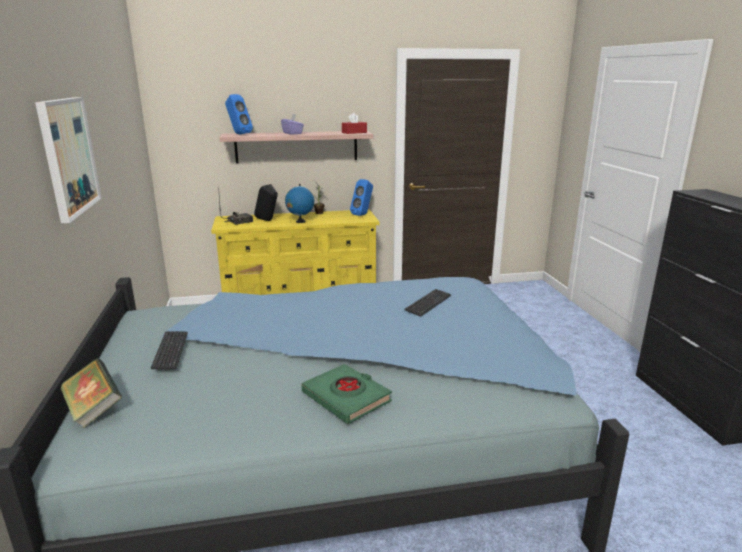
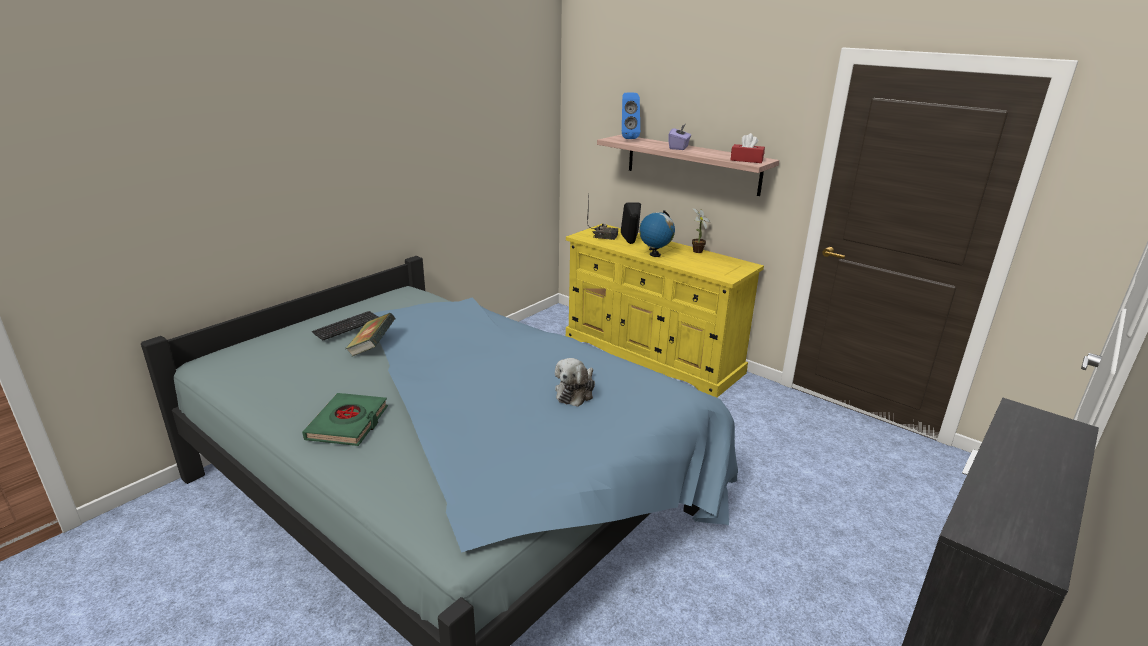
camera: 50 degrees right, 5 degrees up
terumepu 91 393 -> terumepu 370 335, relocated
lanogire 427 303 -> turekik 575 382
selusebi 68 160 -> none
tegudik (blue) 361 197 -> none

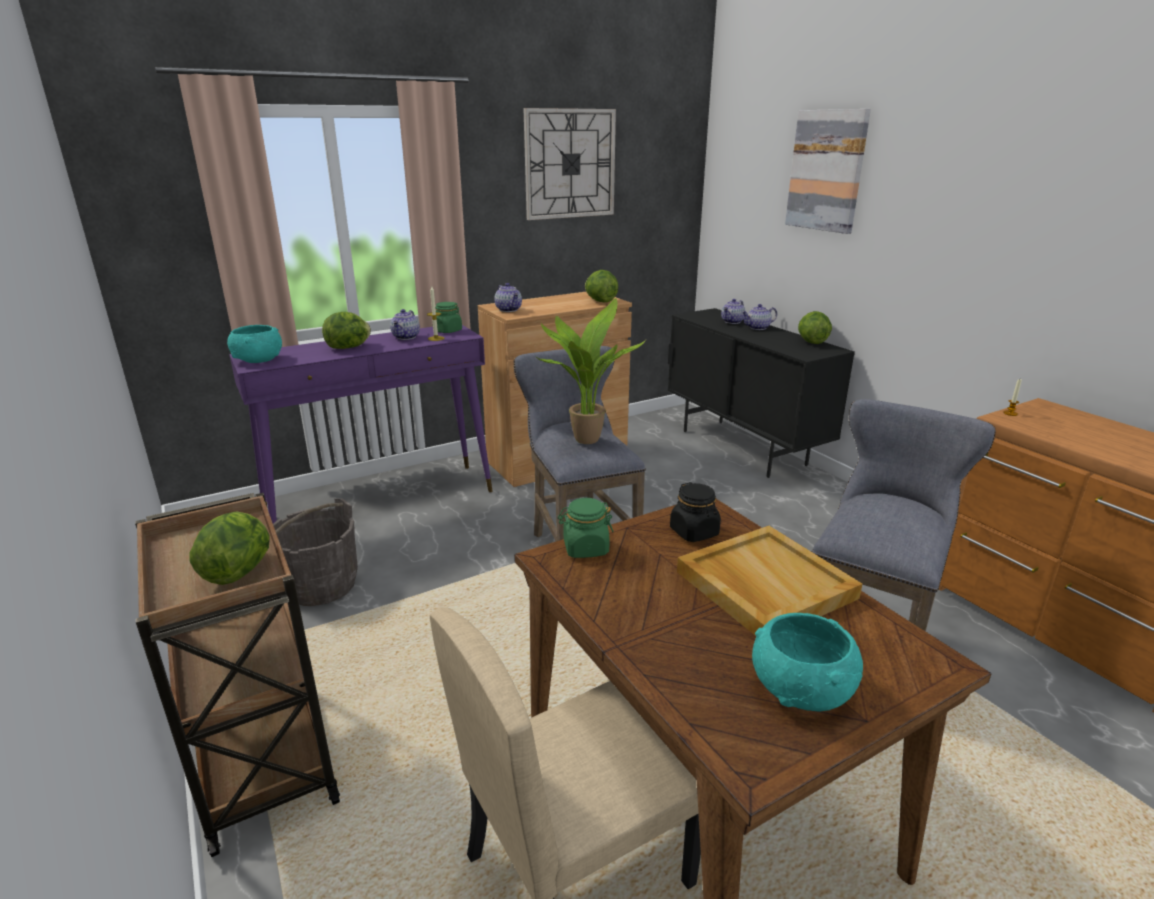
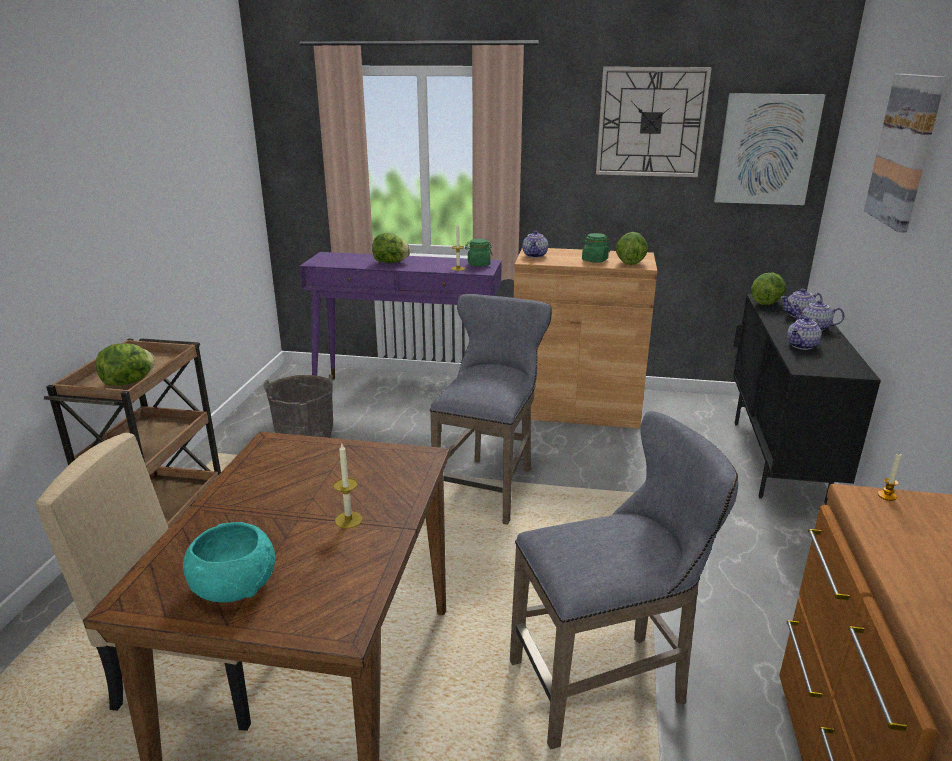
camera: 40 degrees right, 0 degrees up
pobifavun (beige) 769 581 -> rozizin 348 486
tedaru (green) 586 528 -> tedaru (green) 596 248, relocated
none -> selusebi 769 149
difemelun 815 327 -> difemelun 768 288, relocated
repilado 405 324 -> repilado 804 333, relocated
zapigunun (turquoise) 254 344 -> none
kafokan 590 371 -> none
tedaru (black) 695 512 -> none

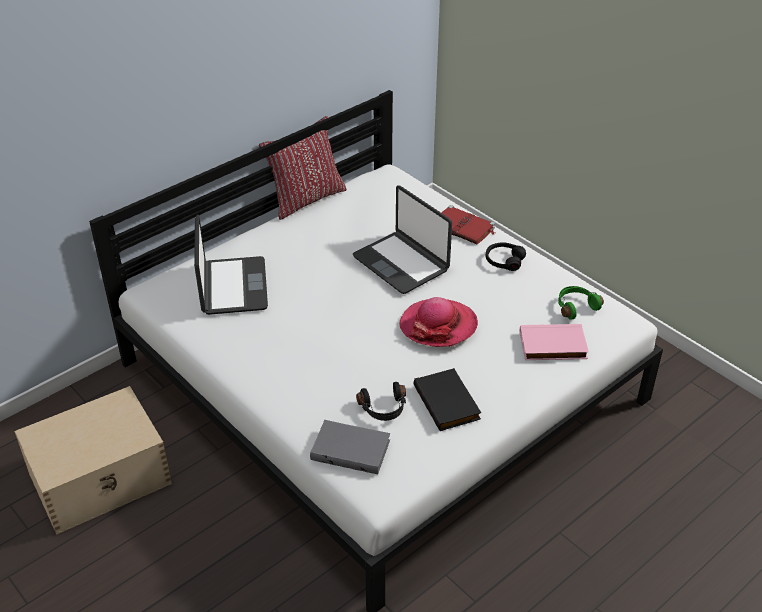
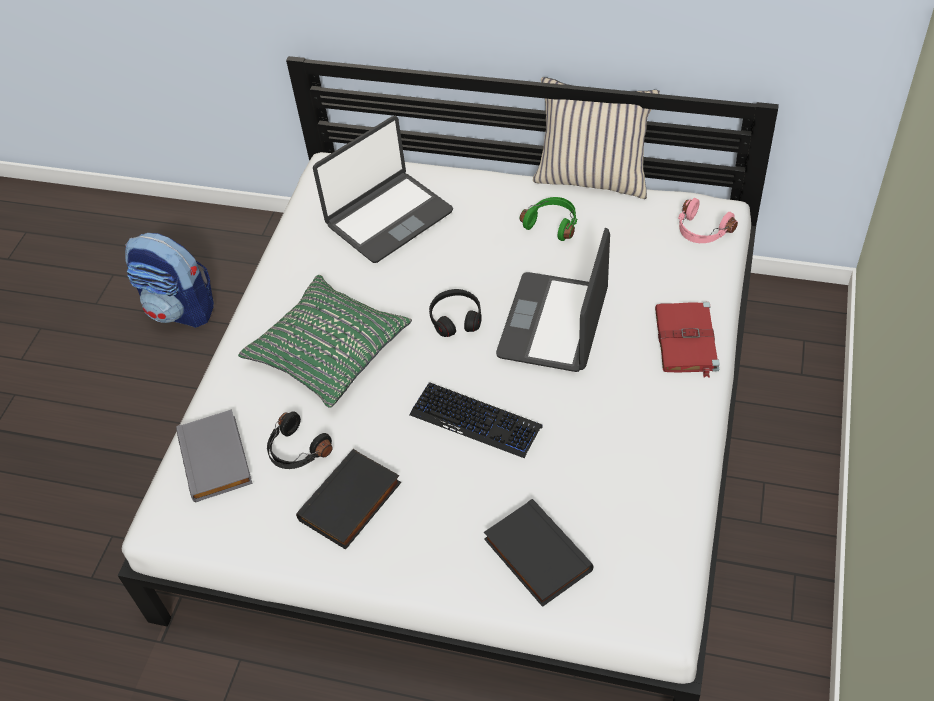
camera: 60 degrees right, 10 degrees up
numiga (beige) 93 460 -> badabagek 169 280
none -> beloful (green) 325 341
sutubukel 438 322 -> lanogire 476 420
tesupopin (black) 506 256 -> tesupopin (black) 455 313, relocated
terumepu (pink) 554 342 -> terumepu (black) 538 553
tesupopin (green) 581 303 -> tesupopin (green) 549 219, relocated
beloful (red) 303 168 -> beloful (beige) 596 138
none -> tesupopin (pink) 708 220

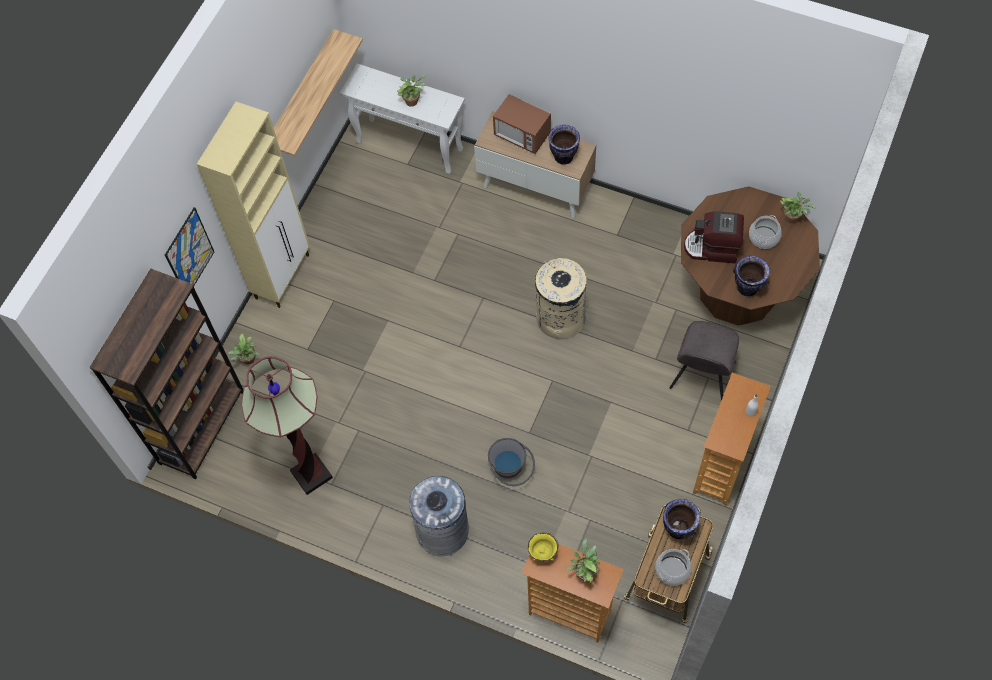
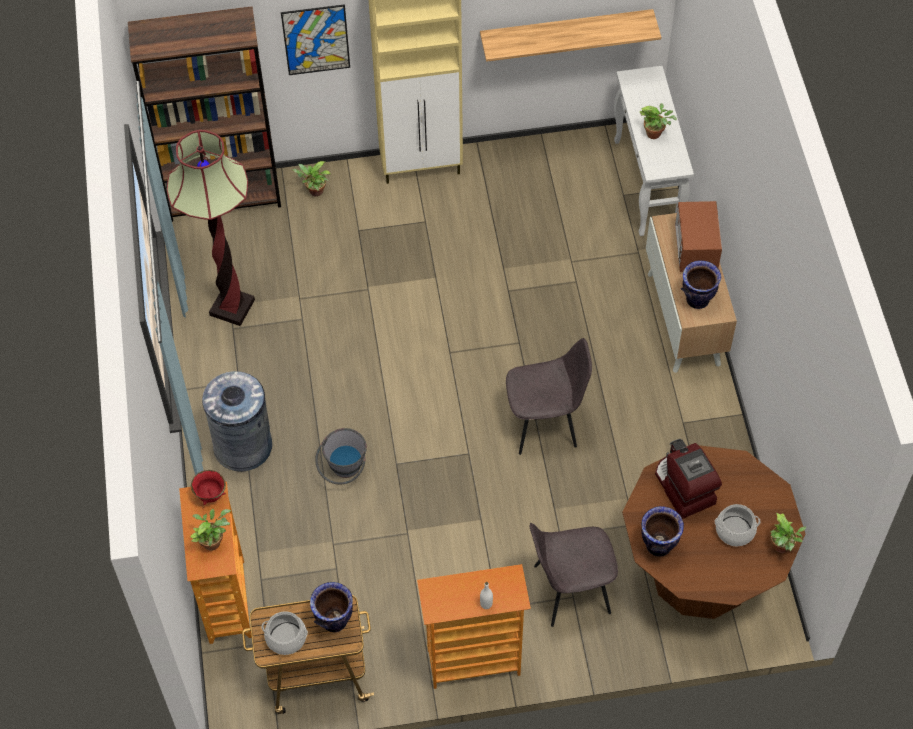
camera: 55 degrees right, 5 degrees down
zapigunun (yellow) 543 547 -> zapigunun (red) 208 487
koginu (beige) 561 298 -> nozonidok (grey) 549 396

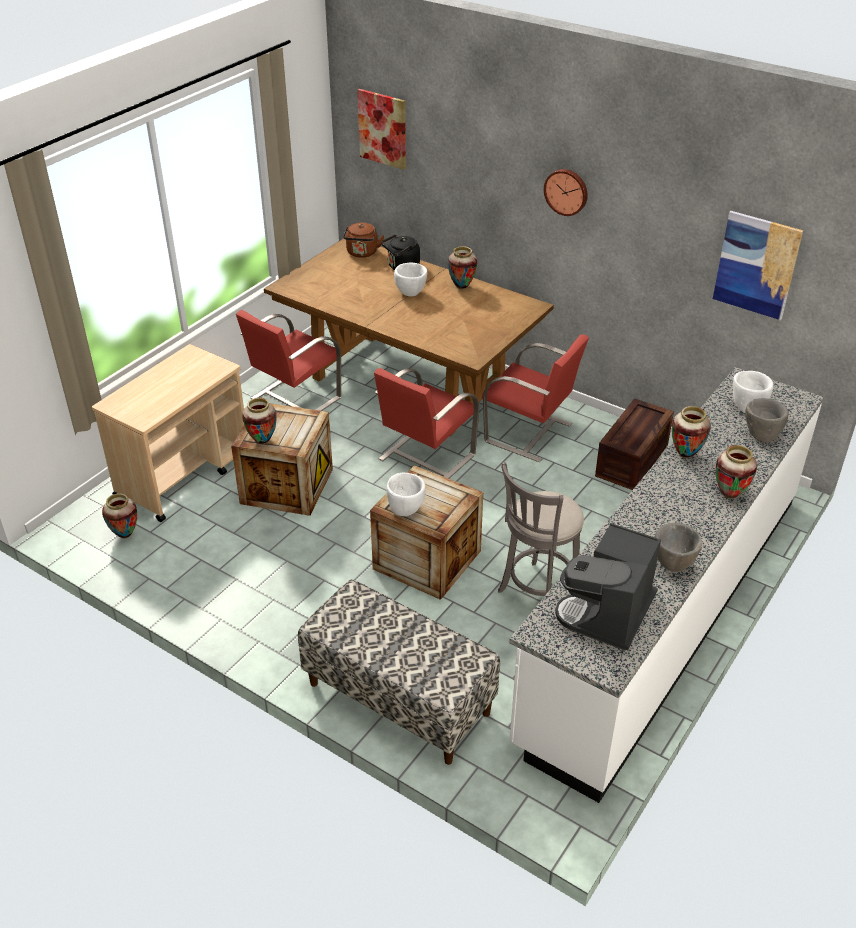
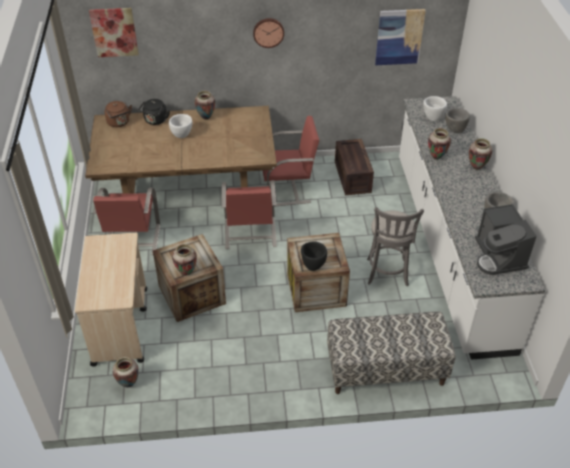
camera: 40 degrees left, 5 degrees up
zapigunun (white) 406 494 -> zapigunun (black) 314 256

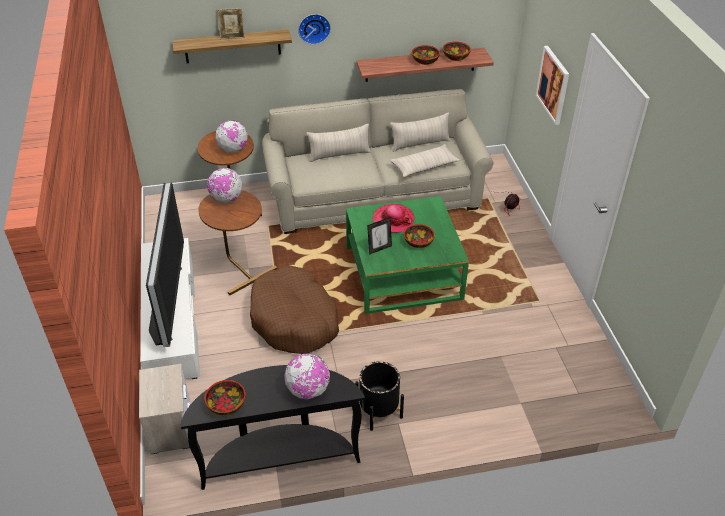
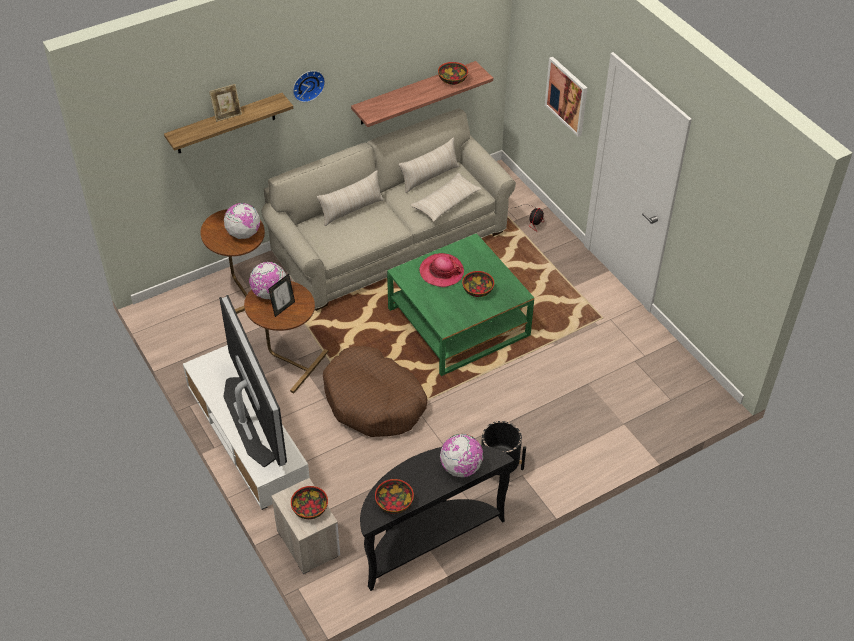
camera: 20 degrees left, 5 degrees up
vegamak 379 236 -> vegamak 281 295, relocated
zapigunun 426 55 -> zapigunun 309 502, relocated

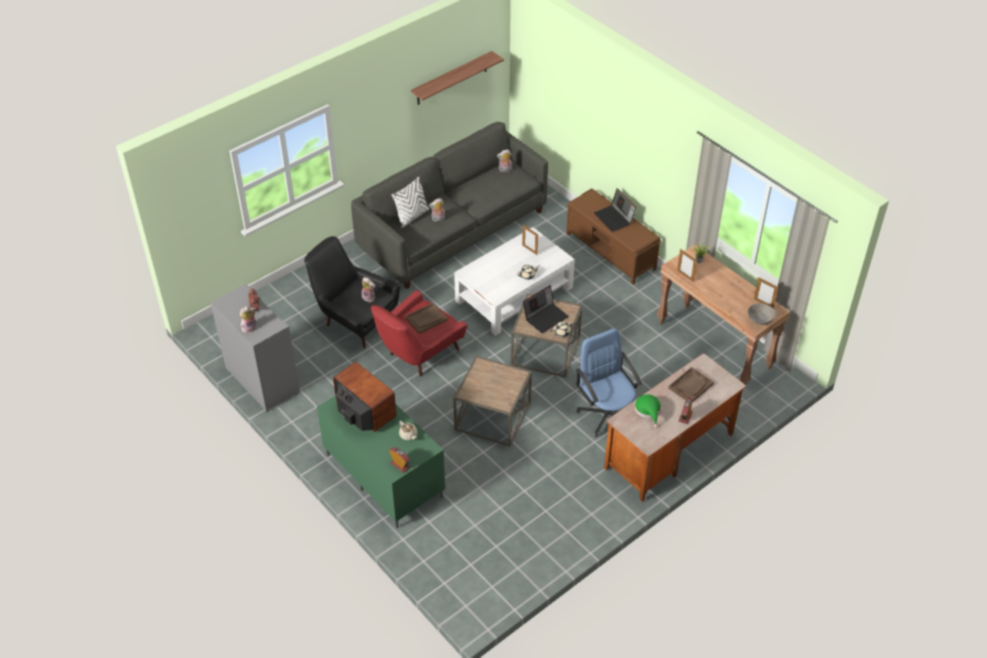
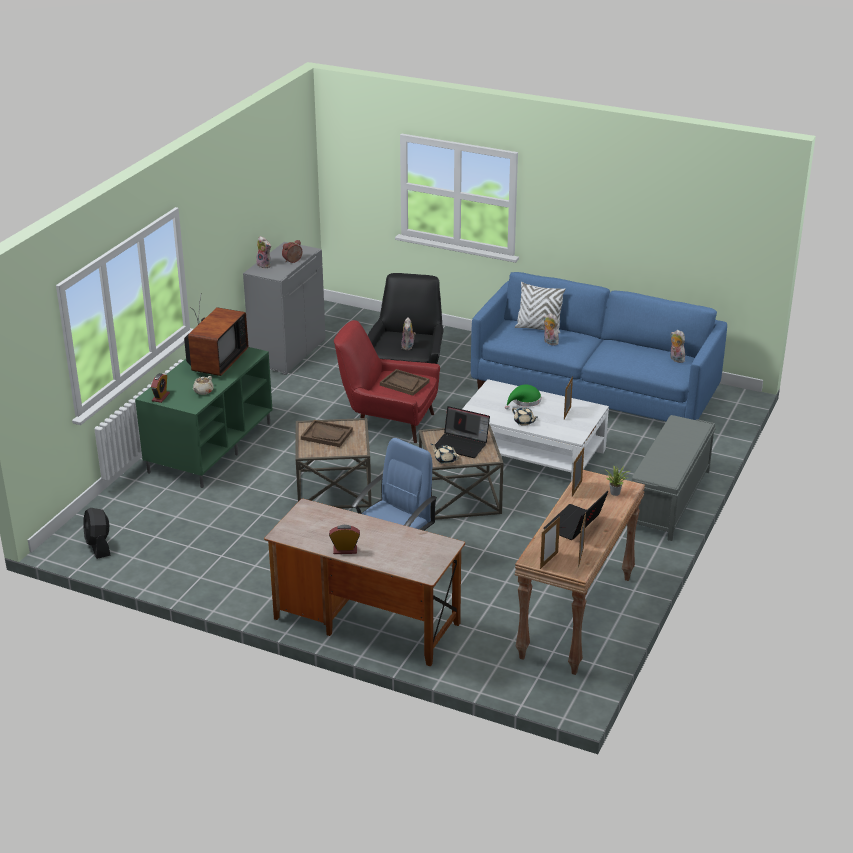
camera: 65 degrees right, 15 degrees down
none -> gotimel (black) 96 533
pobifavun (brown) 691 384 -> pobifavun (brown) 327 433, relocated
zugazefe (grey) 449 205 -> zugazefe (blue) 599 346
sutubukel (green) 647 411 -> sutubukel (green) 523 397, relocated
zapigunun (grey) 762 314 -> vegamak 550 542
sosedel 615 210 -> sosedel 575 515, relocated
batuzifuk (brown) 613 236 -> batuzifuk (grey) 674 478
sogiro 457 78 -> none

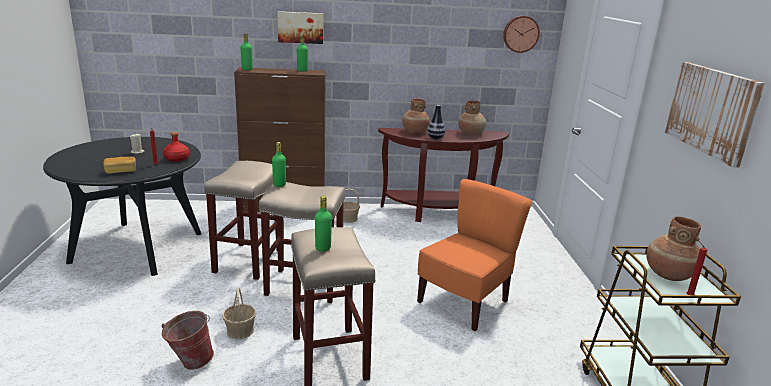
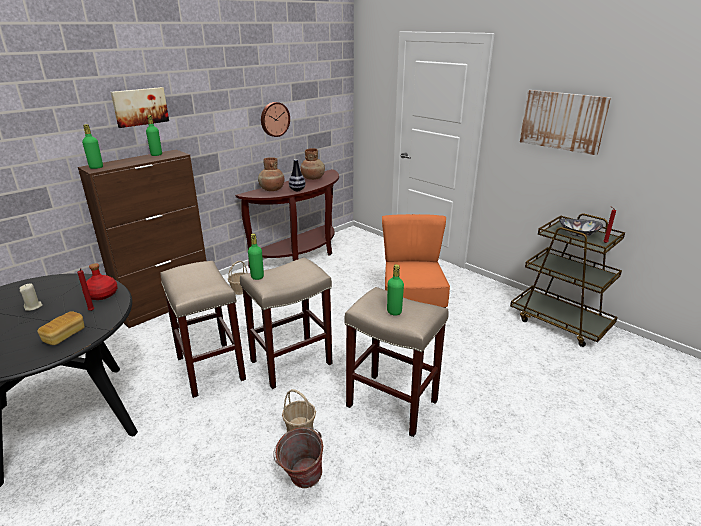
camera: 40 degrees left, 5 degrees up
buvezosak 521 34 -> buvezosak 275 119, relocated
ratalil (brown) 673 249 -> zapigunun 581 228

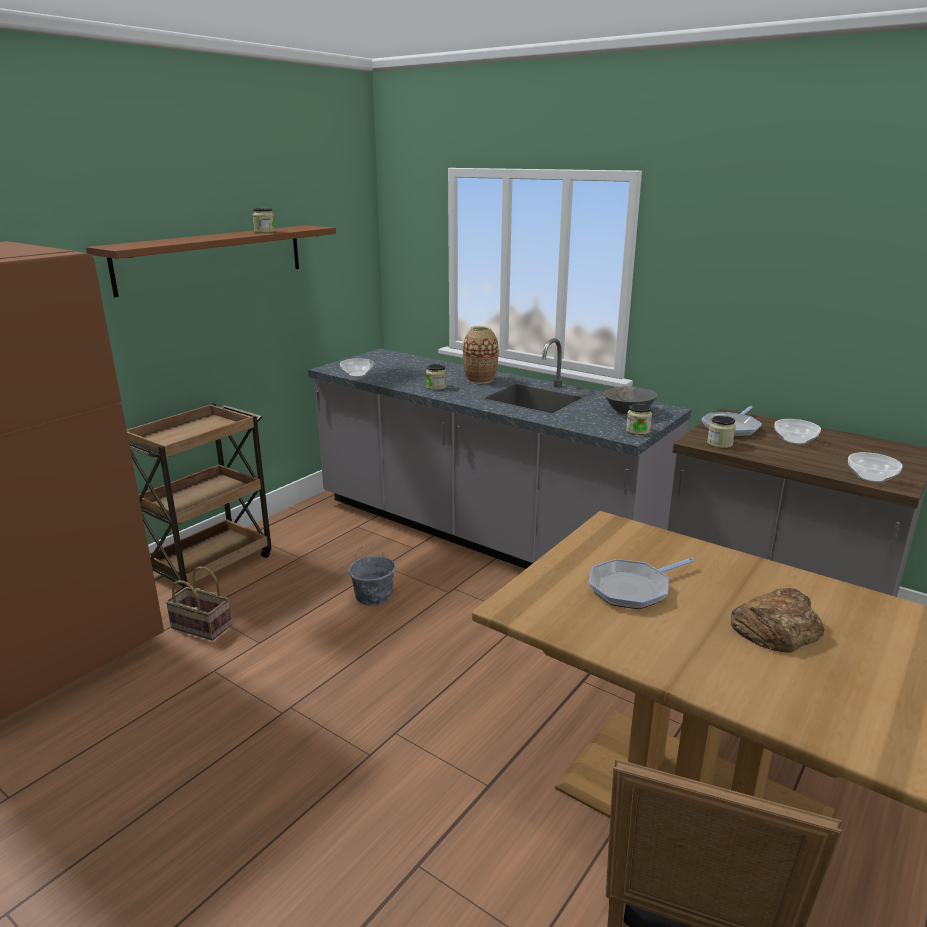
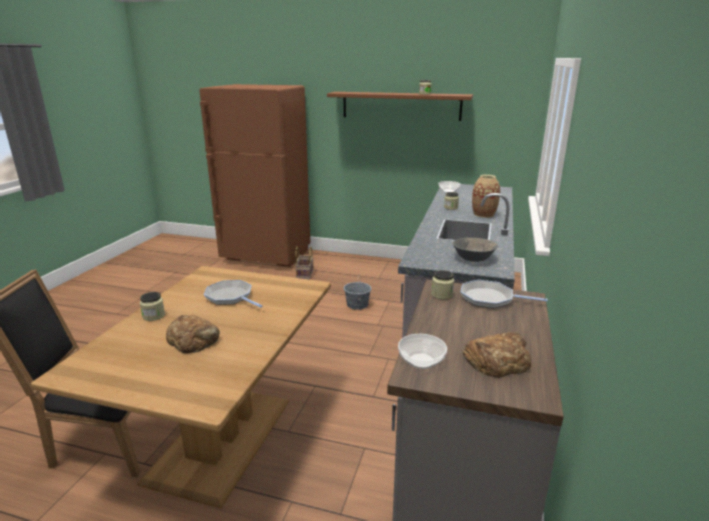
camera: 70 degrees right, 0 degrees up
tedaru 639 419 -> tedaru 152 306, relocated
none -> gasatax 497 355
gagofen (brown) 199 498 -> none
zapigunun 797 431 -> none

